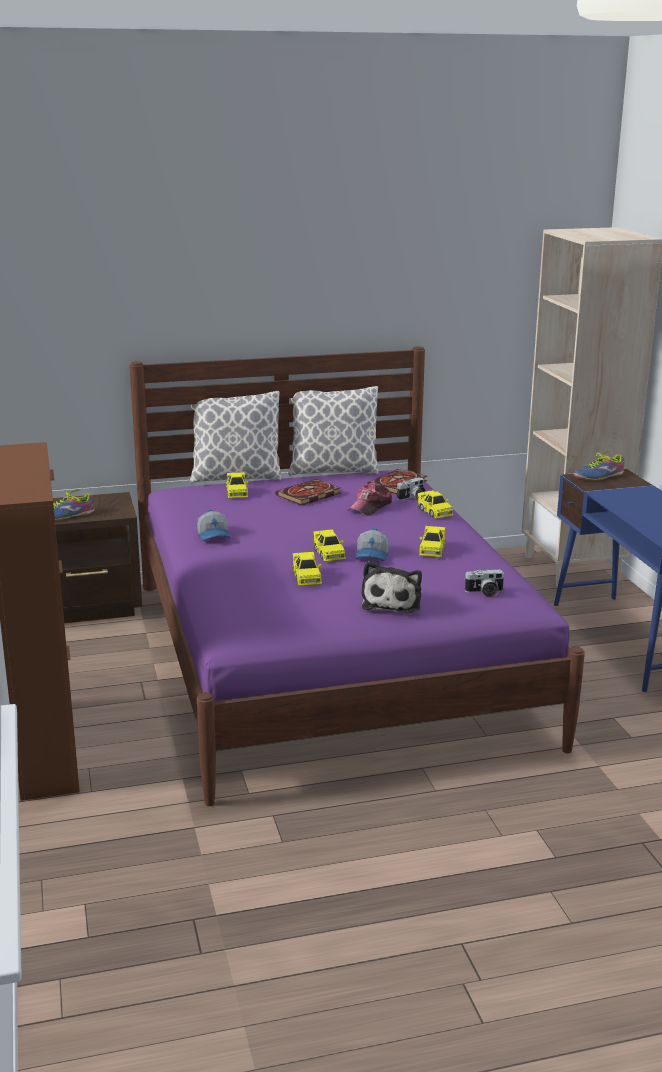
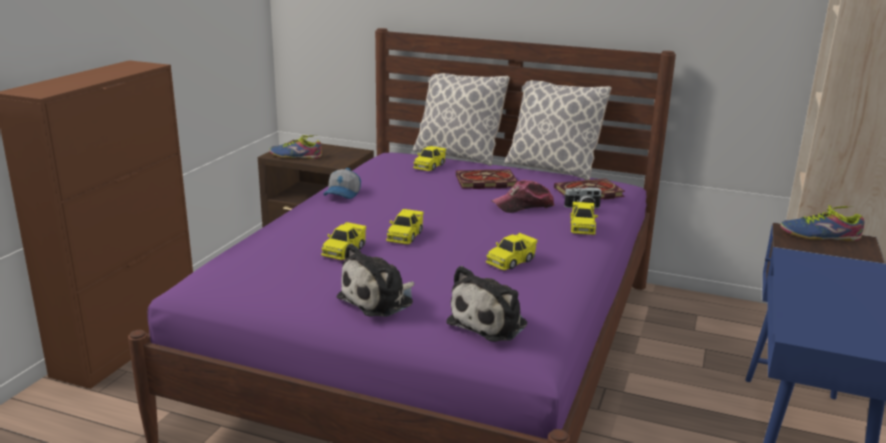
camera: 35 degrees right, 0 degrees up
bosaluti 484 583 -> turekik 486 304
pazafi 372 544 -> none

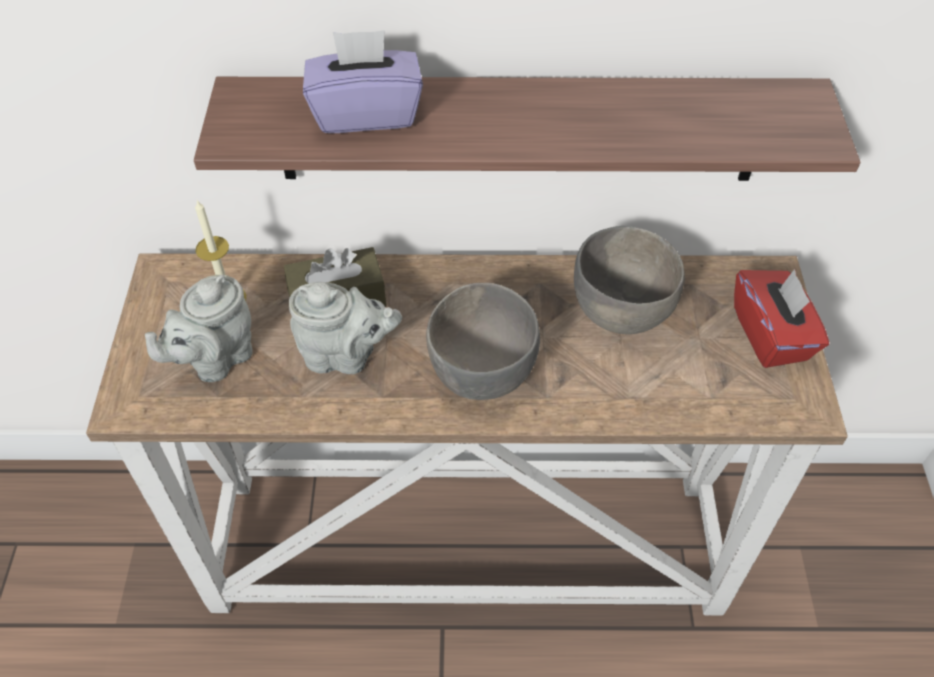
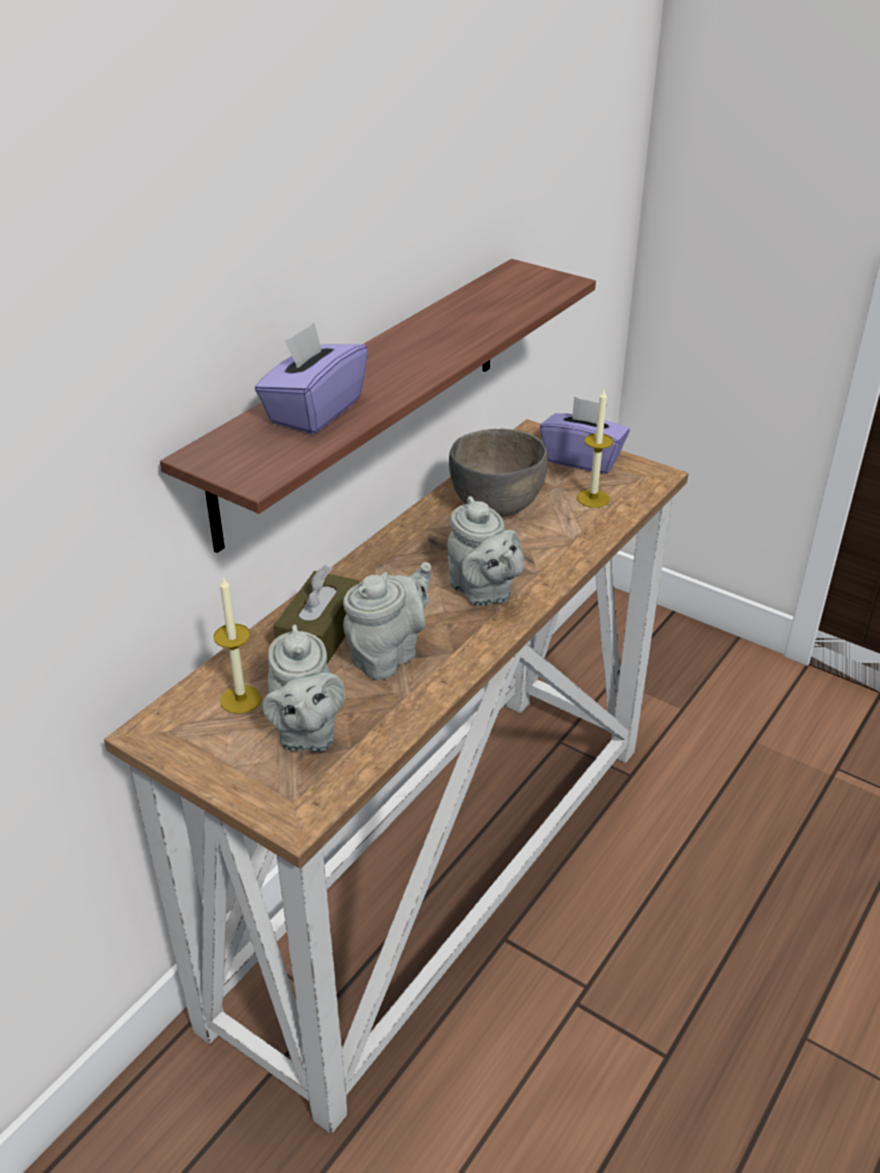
camera: 55 degrees left, 15 degrees down
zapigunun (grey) 483 341 -> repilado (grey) 485 551
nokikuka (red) 781 318 -> nokikuka (purple) 585 435
none -> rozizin 595 449

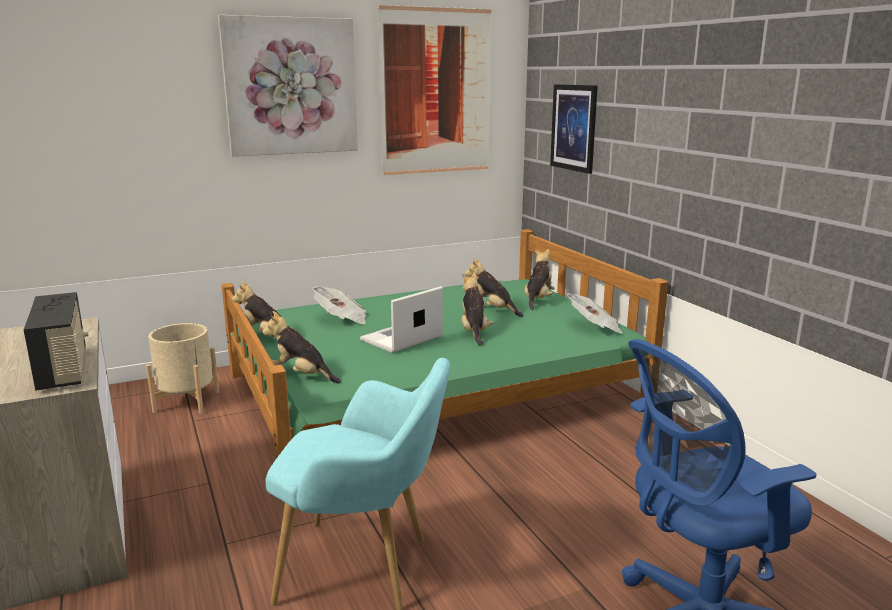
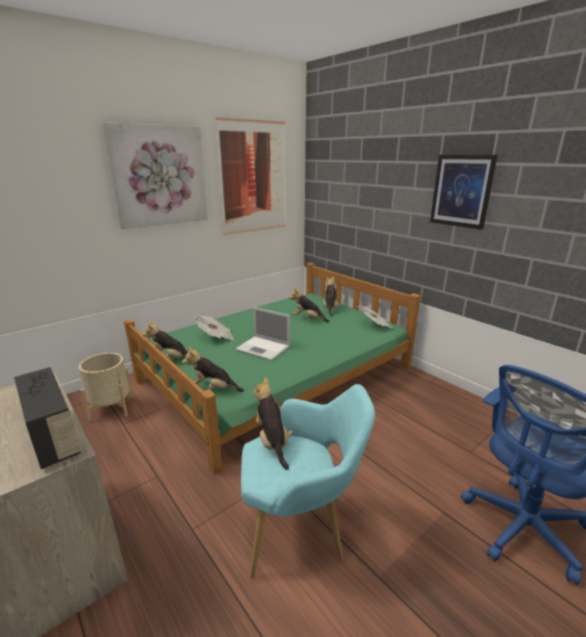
camera: 15 degrees left, 5 degrees up
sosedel 401 319 -> sosedel 262 334, 90 degrees counterclockwise
turekik 477 309 -> turekik 273 424, relocated
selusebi 574 129 -> selusebi 464 192, relocated

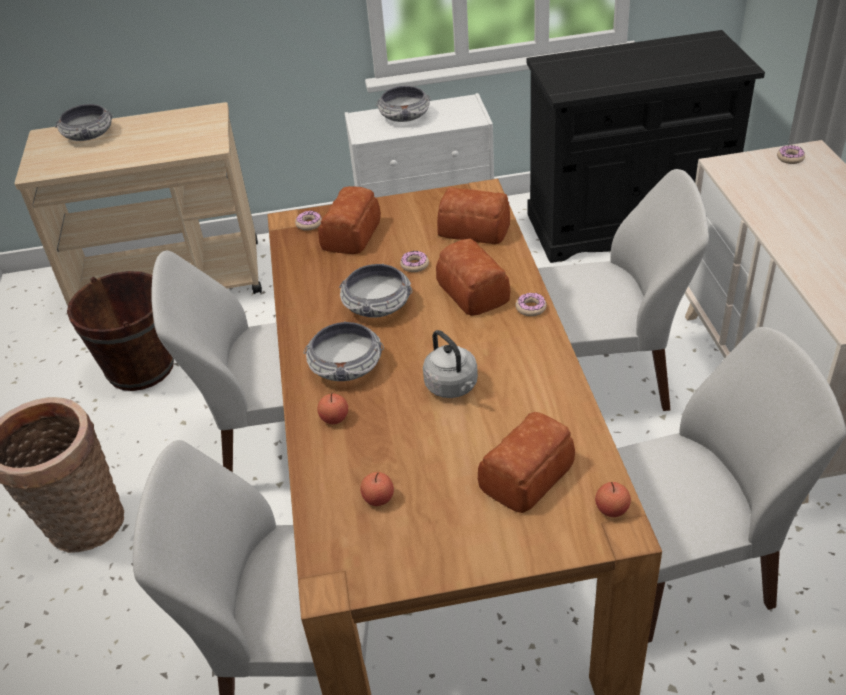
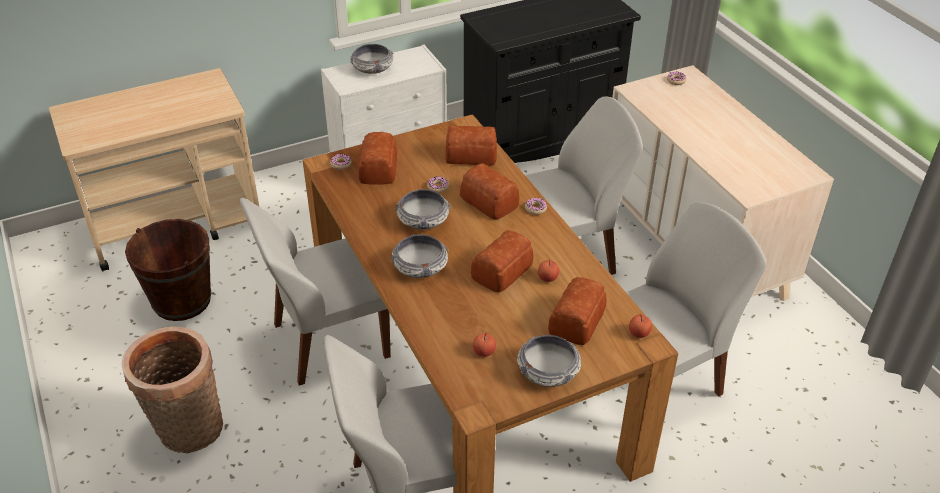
camera: 20 degrees left, 0 degrees up
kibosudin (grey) 450 364 -> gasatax 502 261
zapigunun 84 122 -> zapigunun 549 361, relocated
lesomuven 333 408 -> lesomuven 548 271, relocated

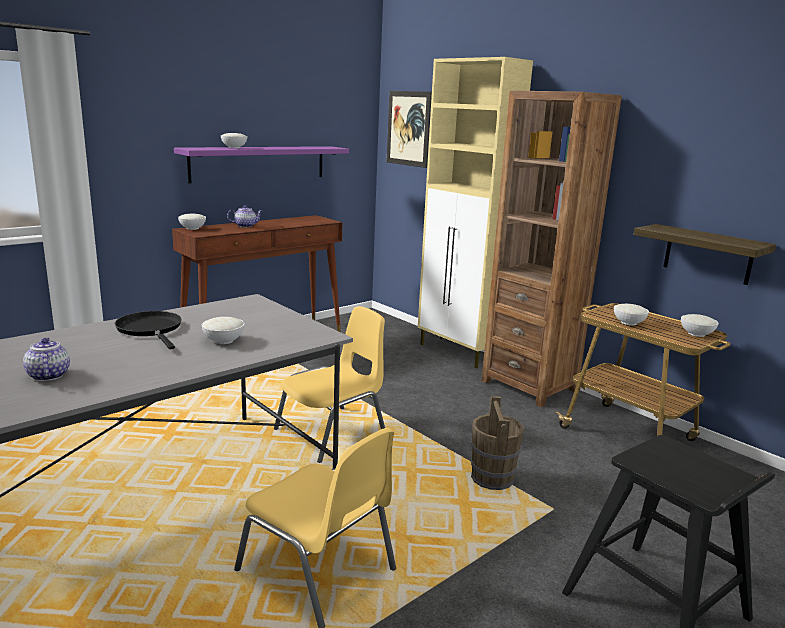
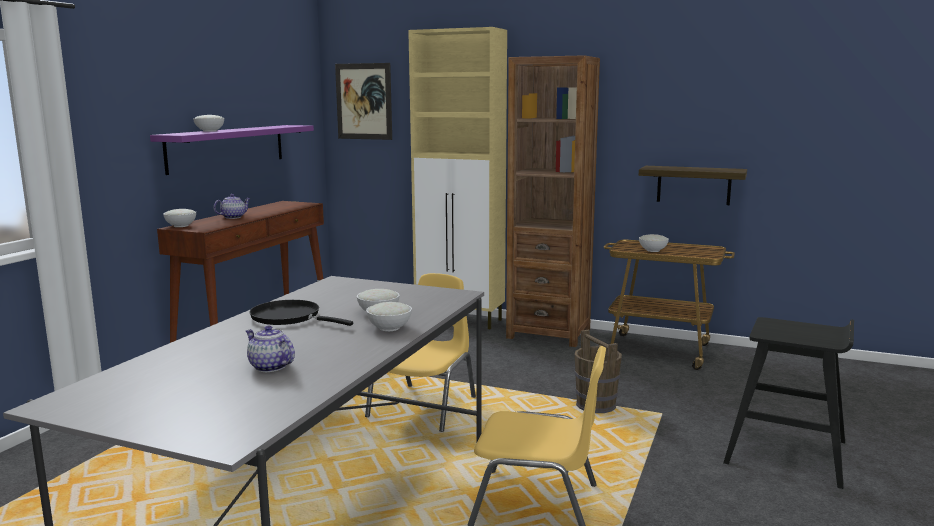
camera: 25 degrees left, 5 degrees down
zapigunun (white) 700 325 -> zapigunun (white) 389 316, relocated

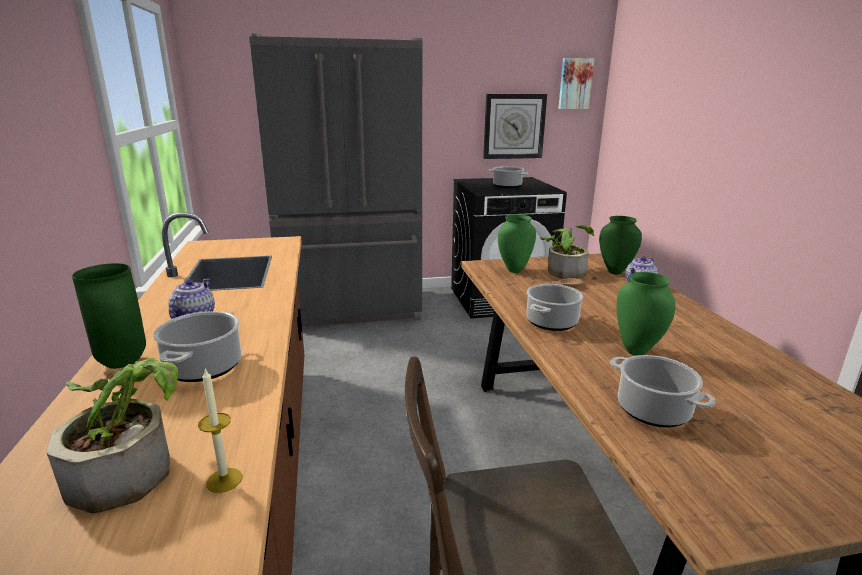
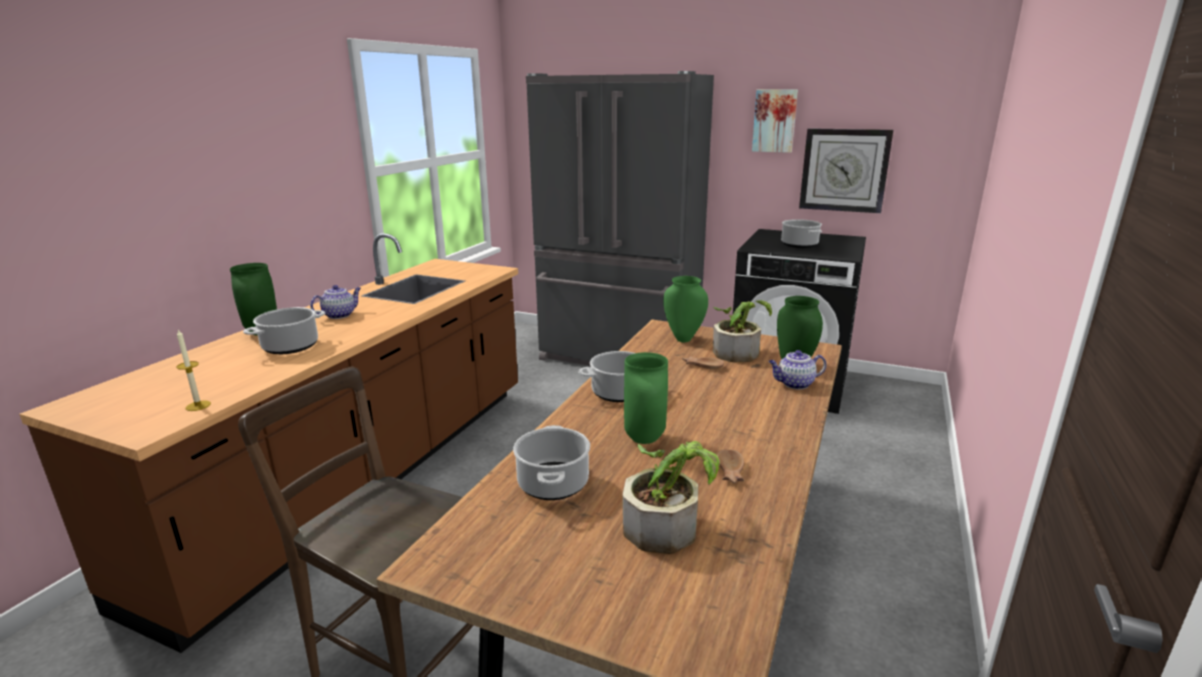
camera: 35 degrees right, 0 degrees up
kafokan 112 435 -> kafokan 671 497, relocated
none -> zapigunun (brown) 730 467
selusebi 576 83 -> selusebi 775 121, relocated

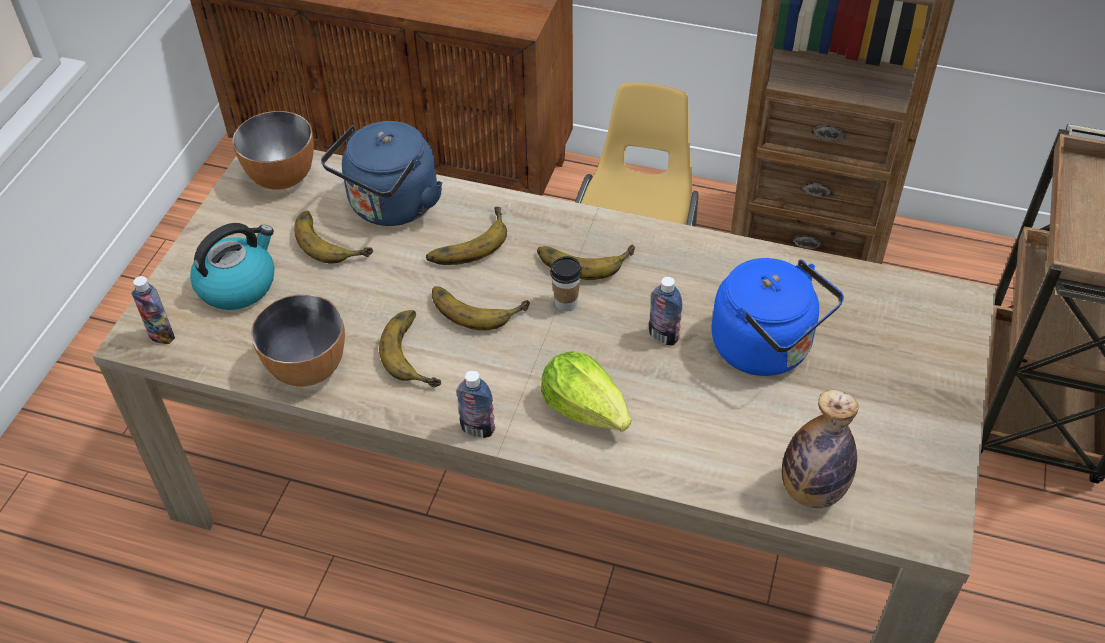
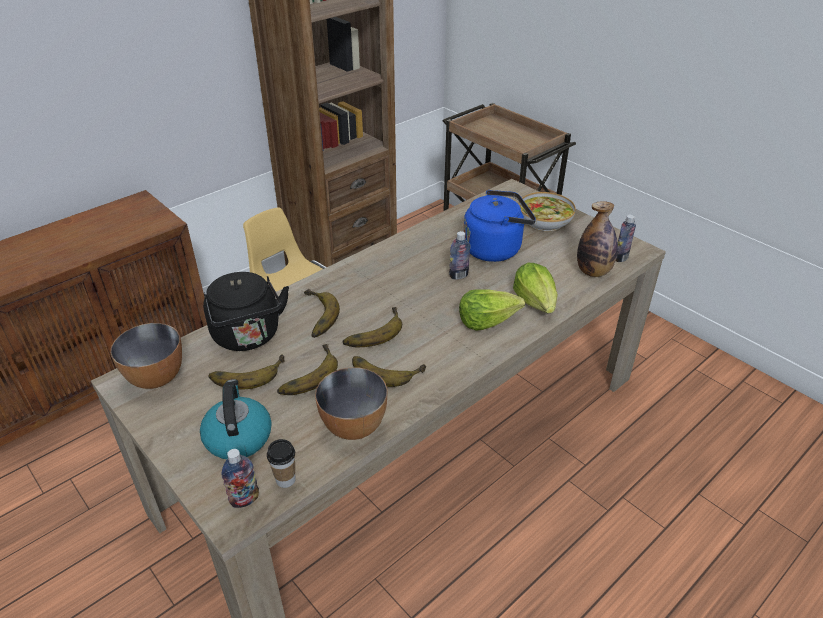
camera: 60 degrees left, 10 degrees down
kibosudin (blue) 382 173 -> kibosudin (black) 246 311
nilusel 566 284 -> nilusel 281 463, relocated
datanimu 586 262 -> datanimu 307 369, relocated
none -> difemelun 535 288
none -> zapigunun 547 211
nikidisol 475 404 -> nikidisol 626 238, relocated

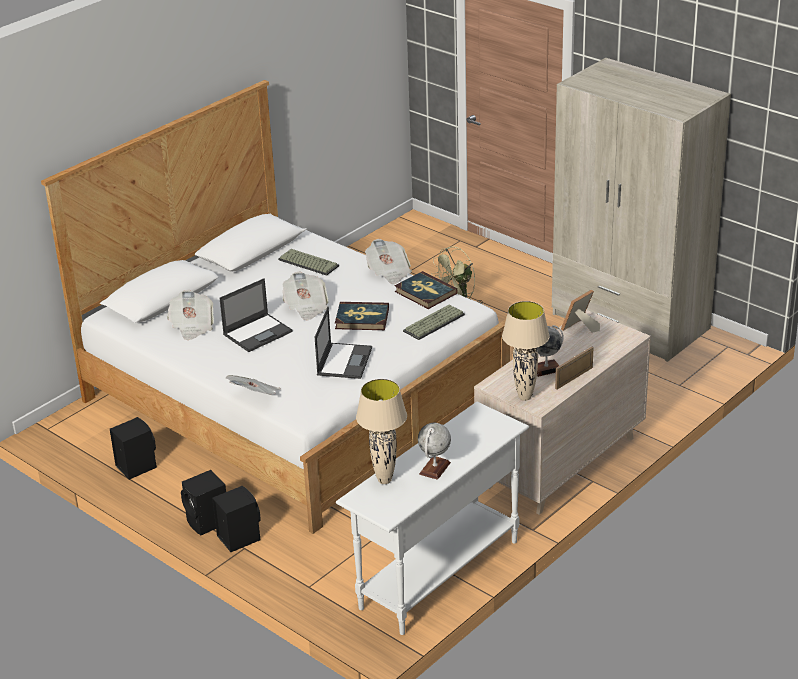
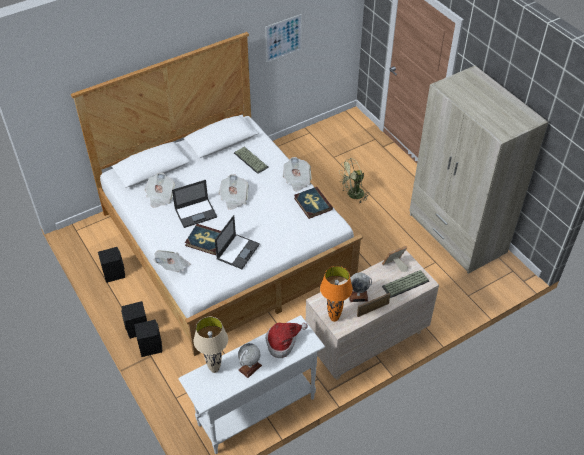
camera: 15 degrees right, 15 degrees up
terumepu 362 316 -> terumepu 203 239, relocated
none -> selusebi 283 38
none -> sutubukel 286 340
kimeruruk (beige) 526 351 -> kimeruruk (orange) 336 294
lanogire 434 322 -> lanogire 405 284, relocated

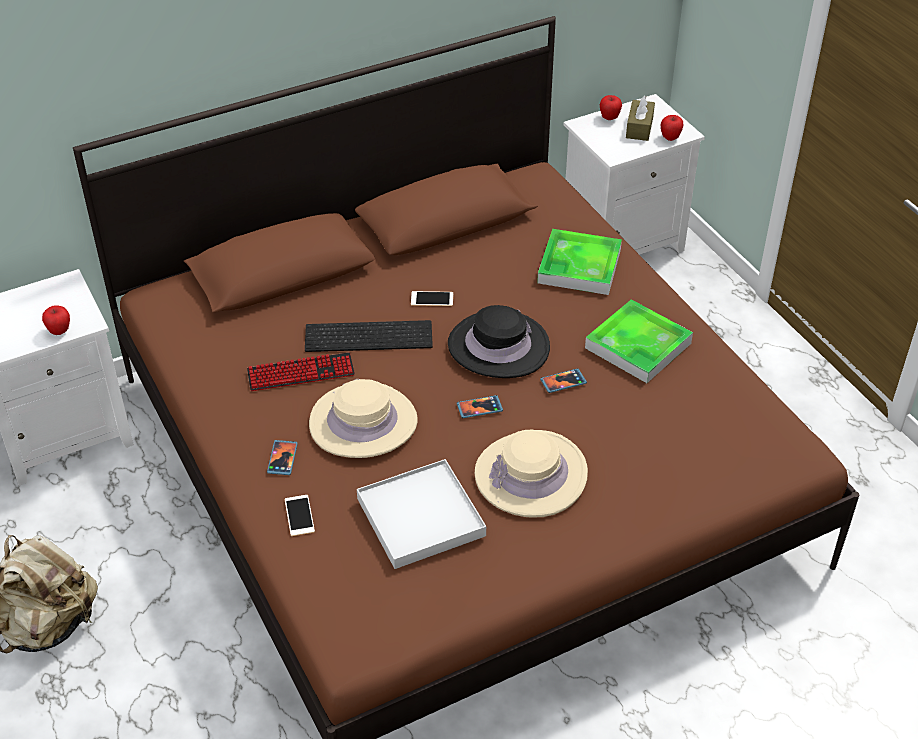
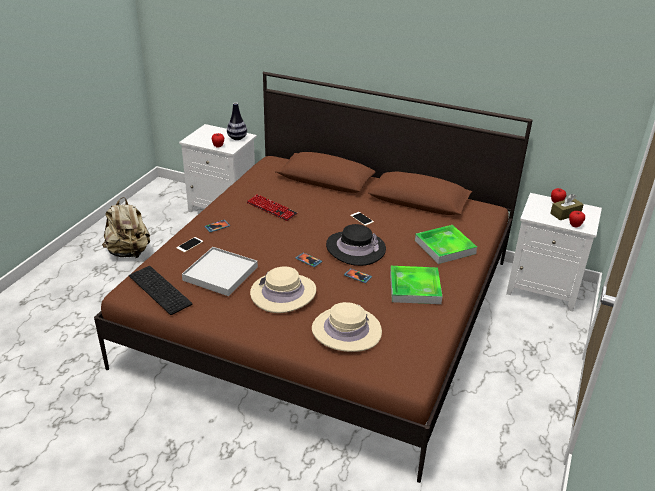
camera: 50 degrees right, 10 degrees down
lanogire 369 336 -> lanogire 160 290, relocated
none -> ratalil 237 121
sutubukel (beige) 363 418 -> sutubukel (beige) 347 327, relocated

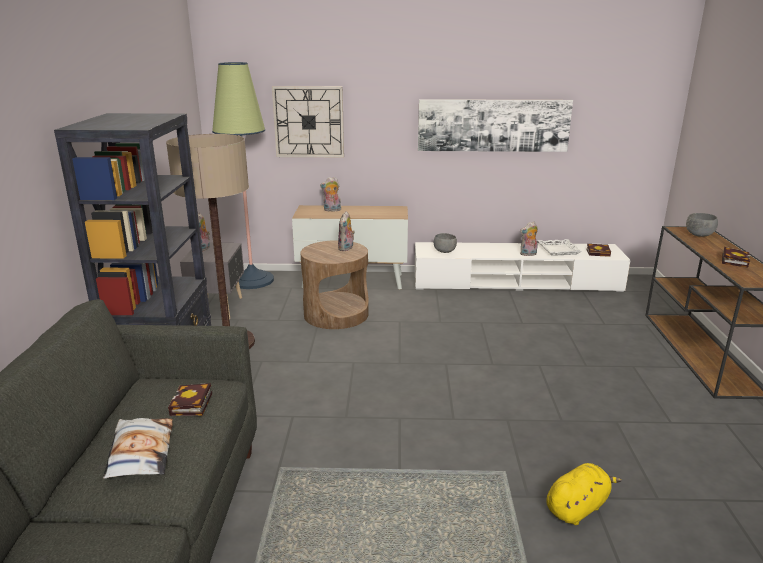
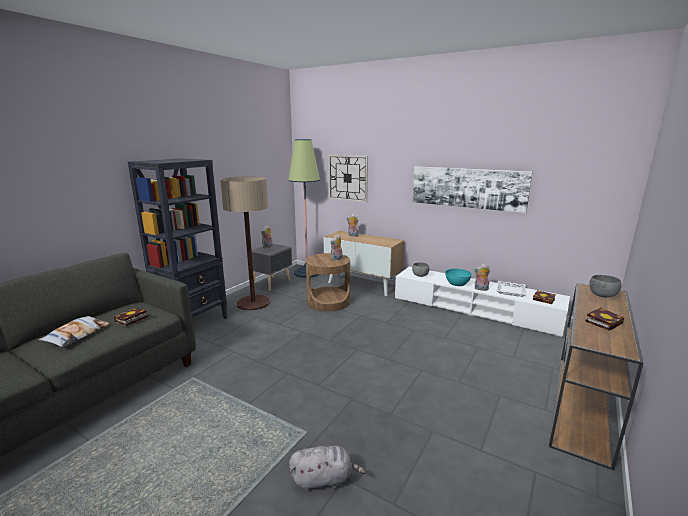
camera: 30 degrees right, 5 degrees down
turekik (yellow) 584 494 -> turekik (grey) 327 469
none -> zapigunun (turquoise) 458 277

